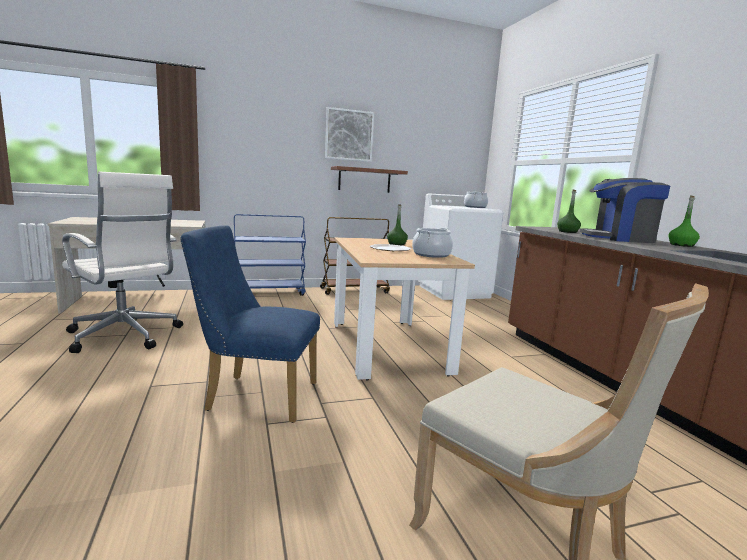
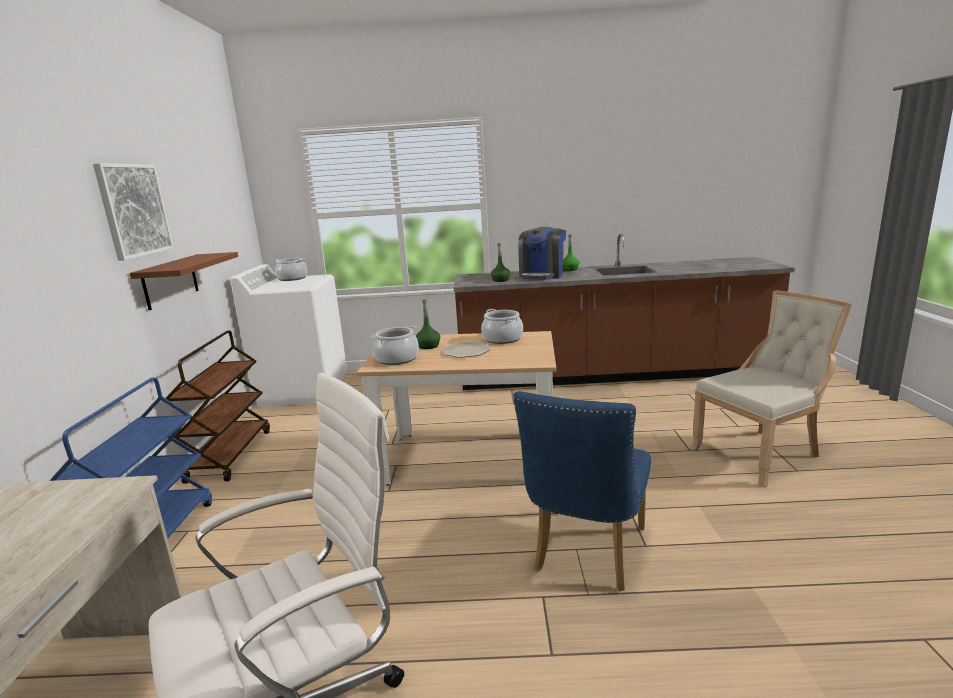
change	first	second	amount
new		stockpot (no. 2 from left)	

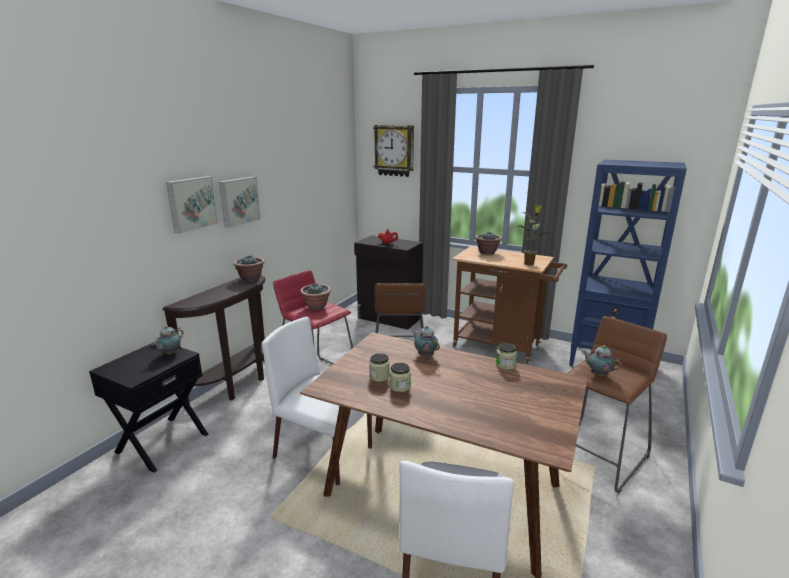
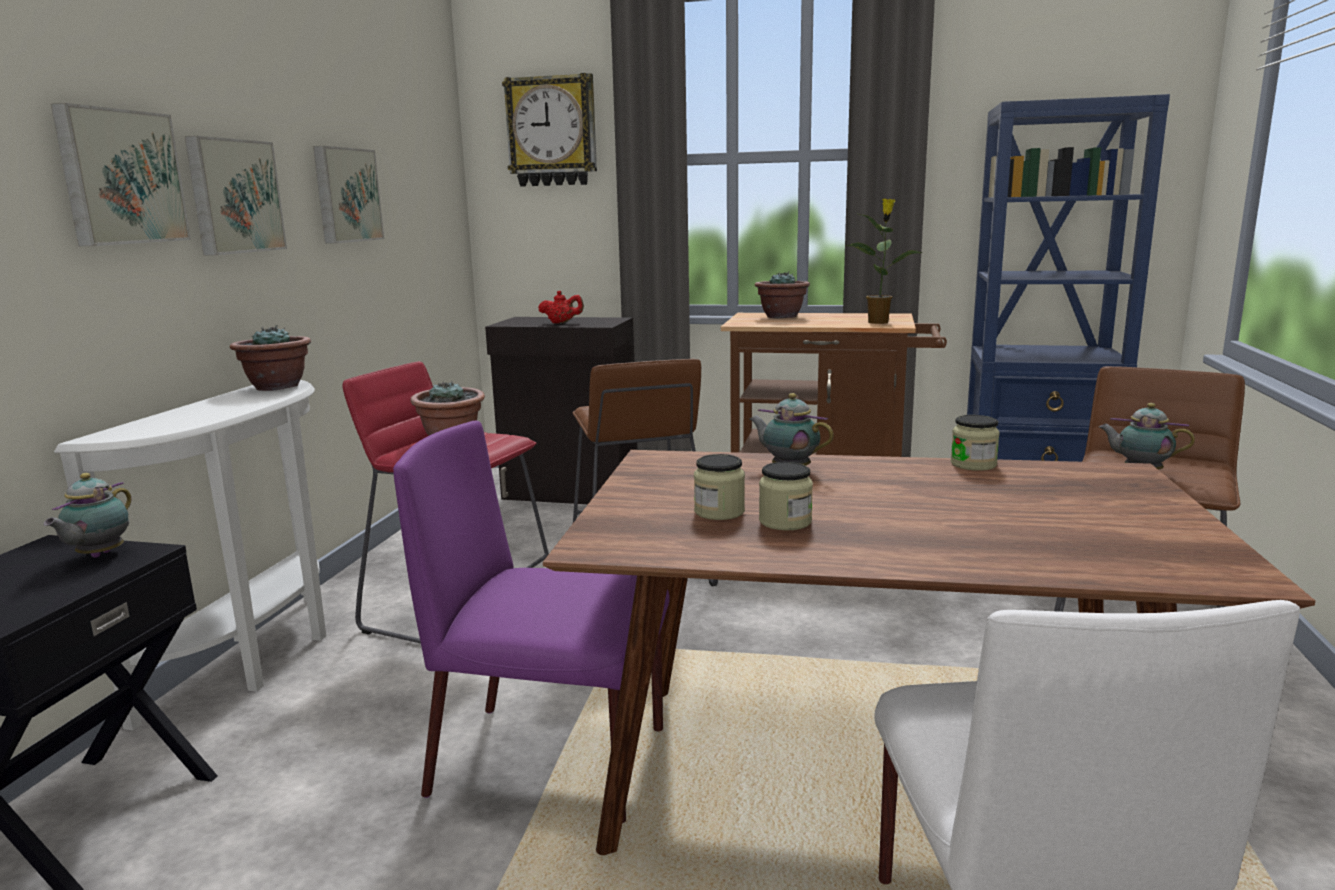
change	first	second	amount
repainted	brownish narrow table	white narrow table	
new		wall art (no. 3 from left)	
repainted	white chair (no. 1 from left)	purplish chair	

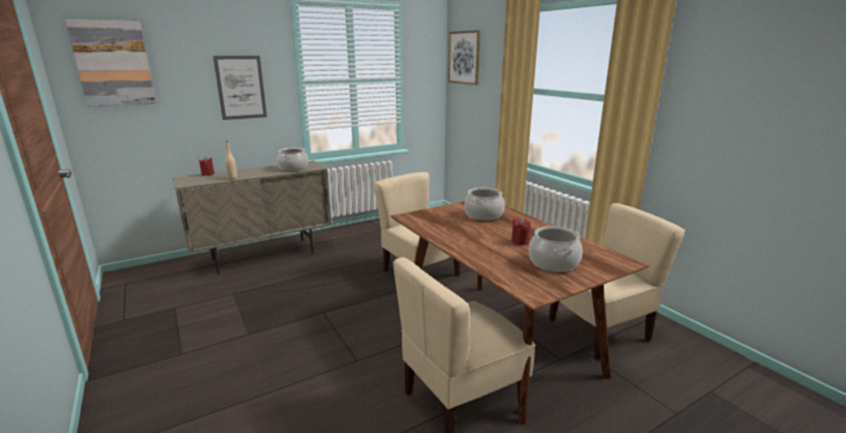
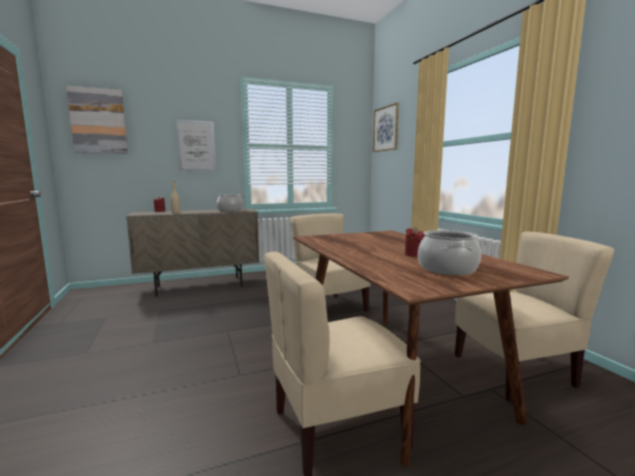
change	first	second	amount
gone	stockpot (no. 2 from left)		

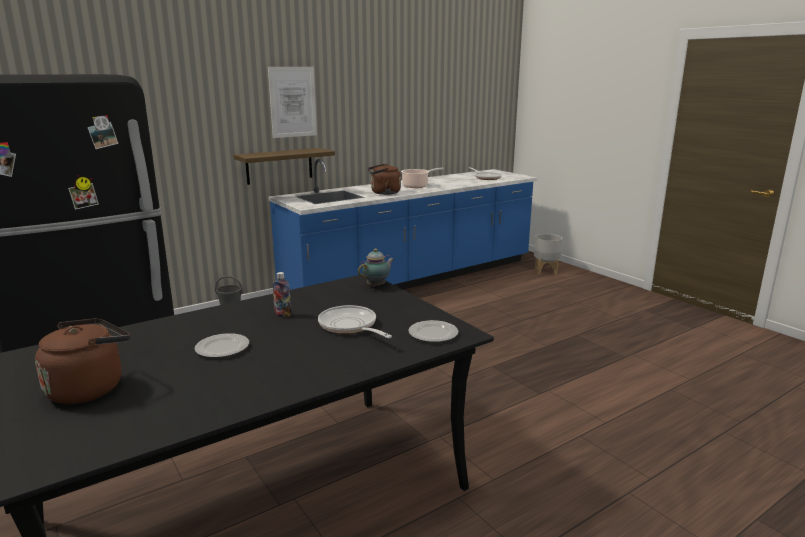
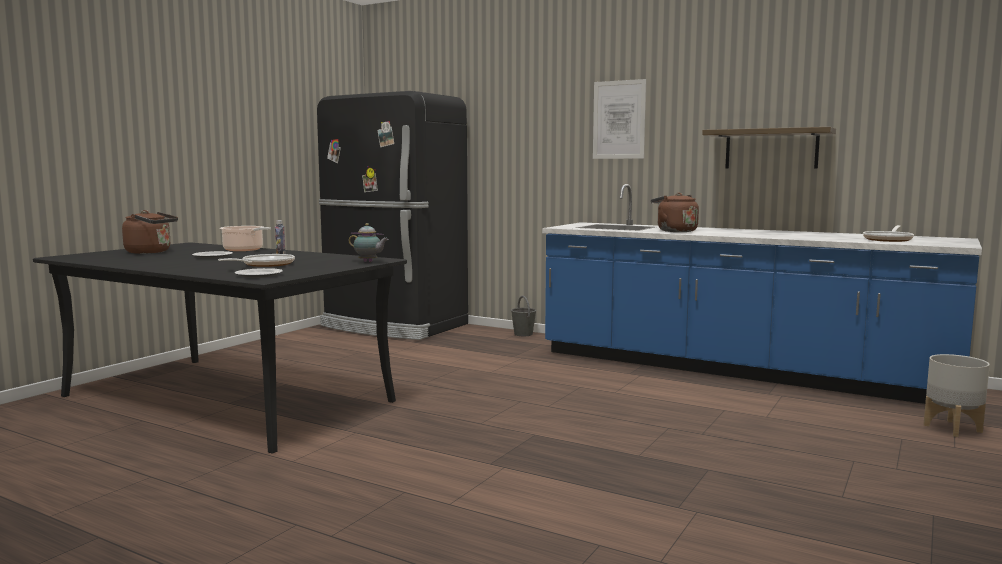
change	first	second	amount
shifted	stockpot		
shifted	bracket shelf		

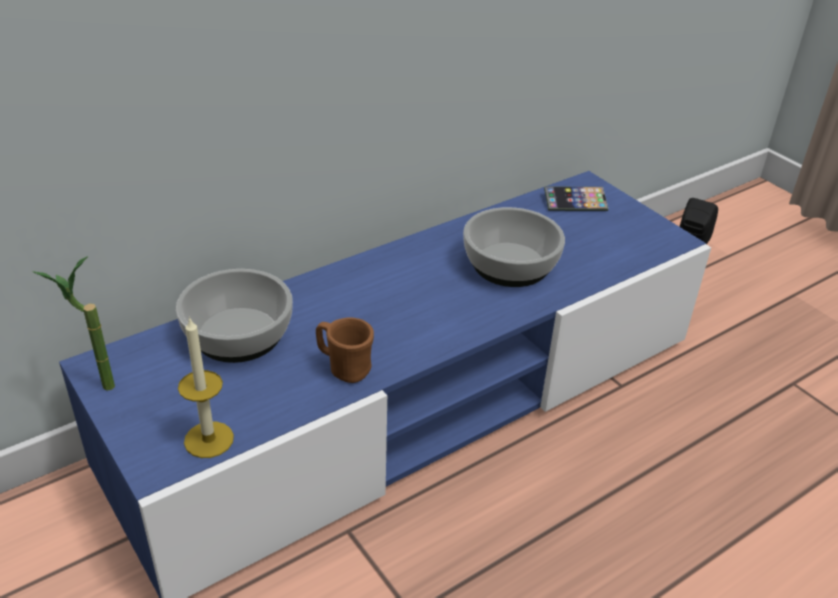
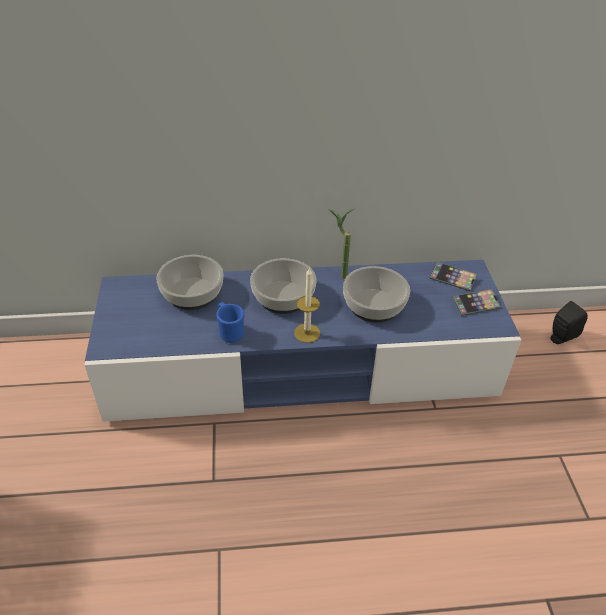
change	first	second	amount
repainted	brownish mug	blue-coloured mug	
new		bowl (no. 2 from left)	
shifted	candle		
shifted	potted plant		
new		handset (no. 2 from left)	

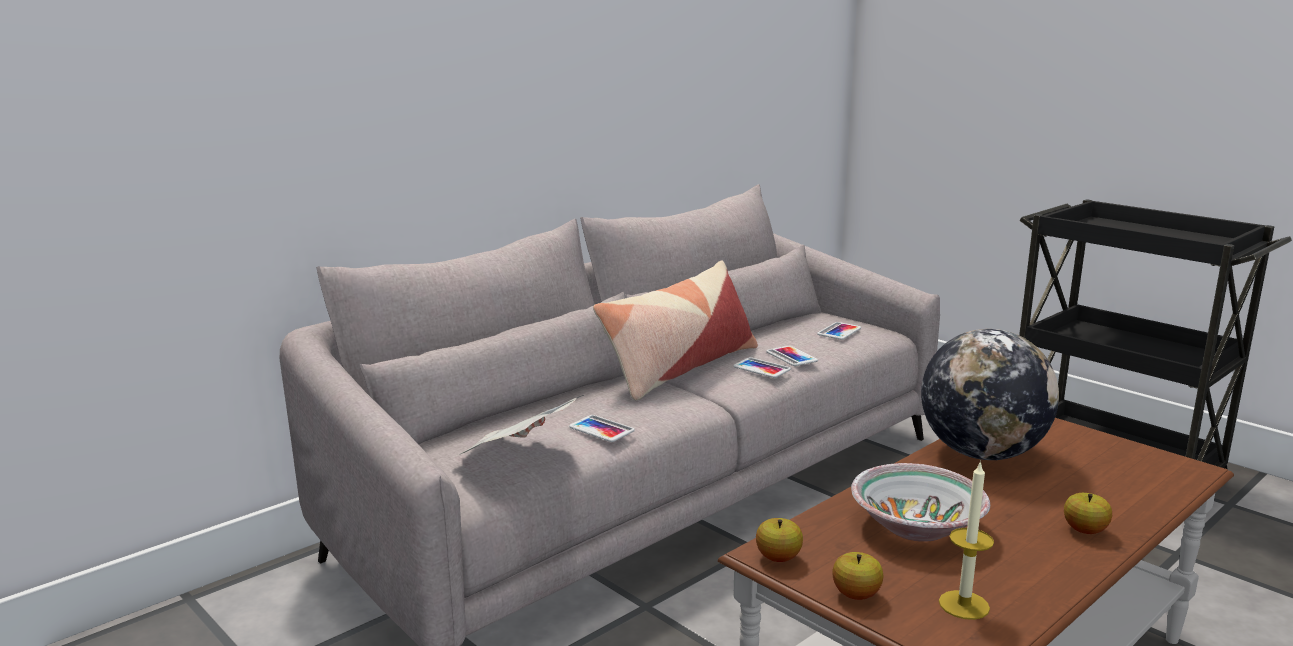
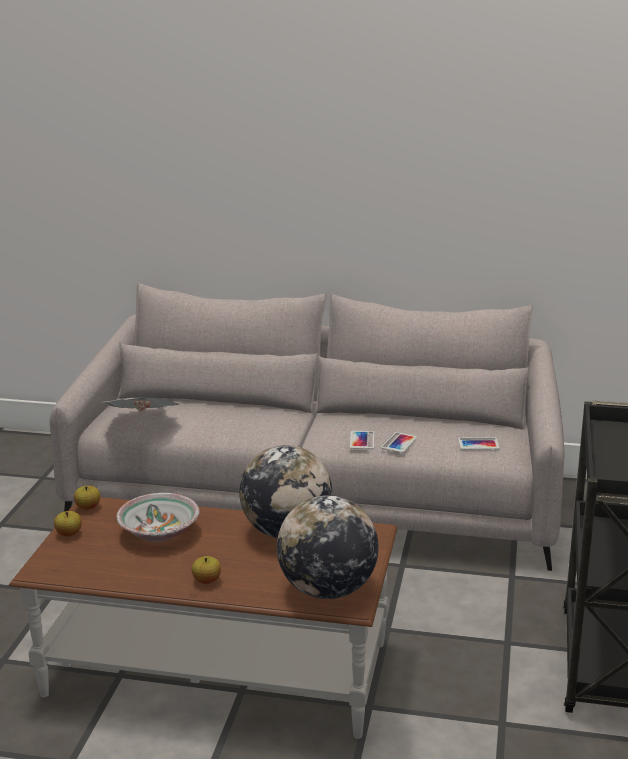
change	first	second	amount
new		desk globe (no. 2 from left)	
gone	handset (no. 1 from left)		
gone	throw pillow		
gone	candle		

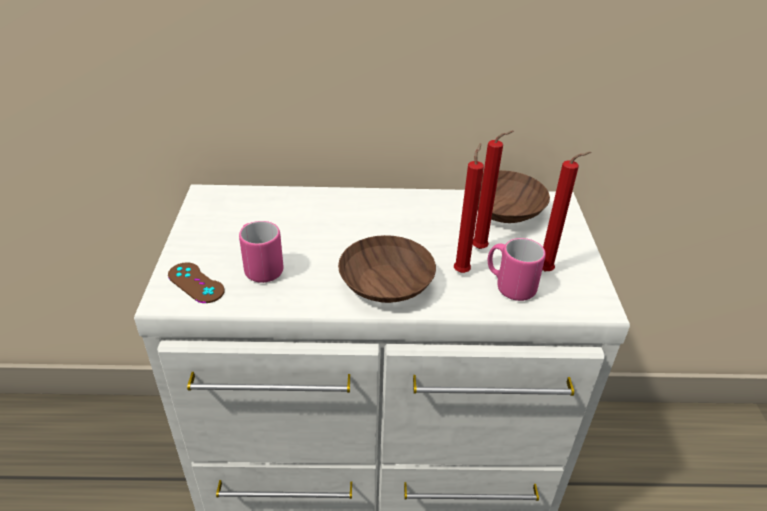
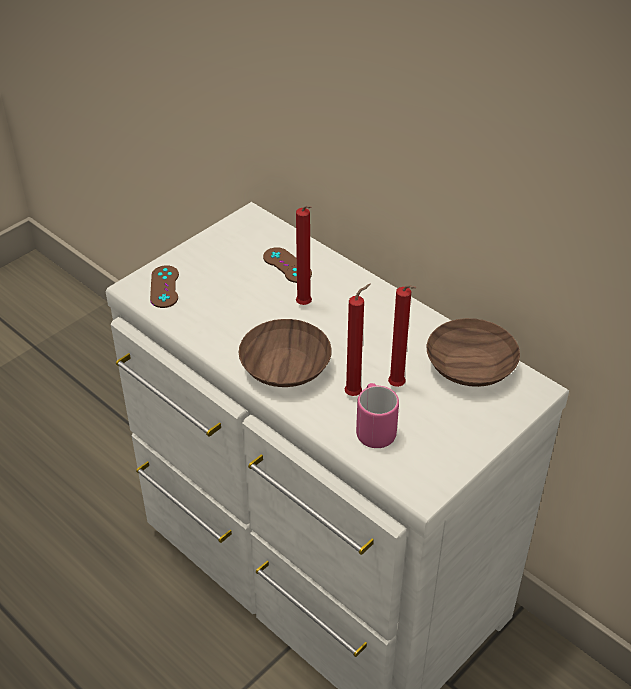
change	first	second	amount
new		brownish joypad (no. 2 from left)	
shifted	reddish candle (no. 3 from left in the first image)	reddish candle (no. 1 from left)	
gone	pink mug (no. 1 from left)		

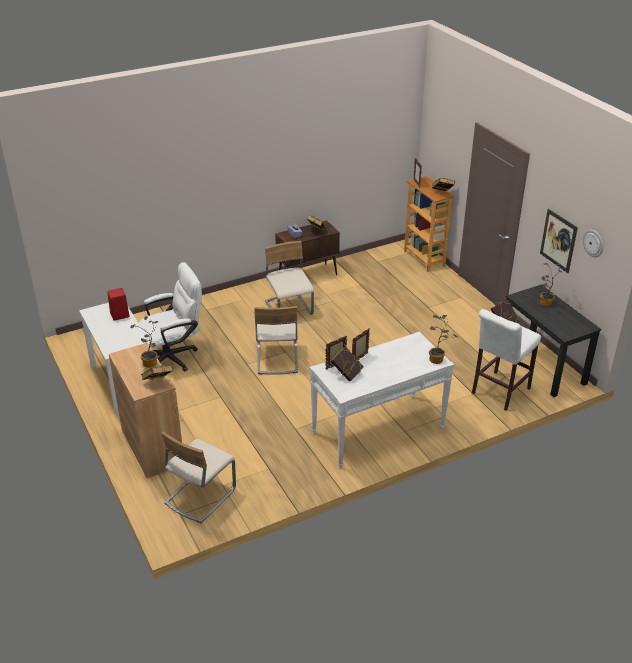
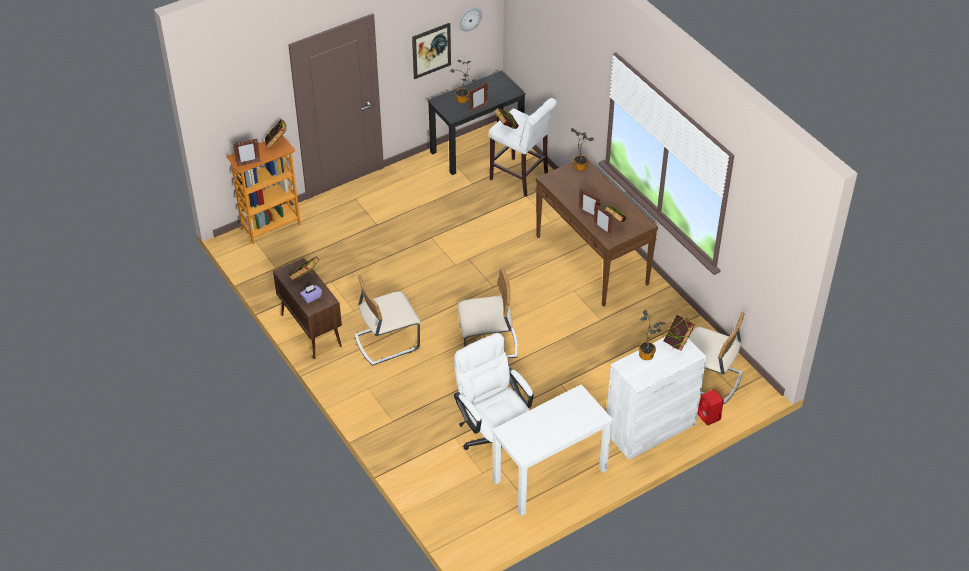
change	first	second	amount
new		picture frame (no. 2 from left)	
repainted	white narrow table	brownish narrow table	
repainted	brownish cupboard (no. 1 from left)	white cupboard	
shifted	reddish loudspeaker		

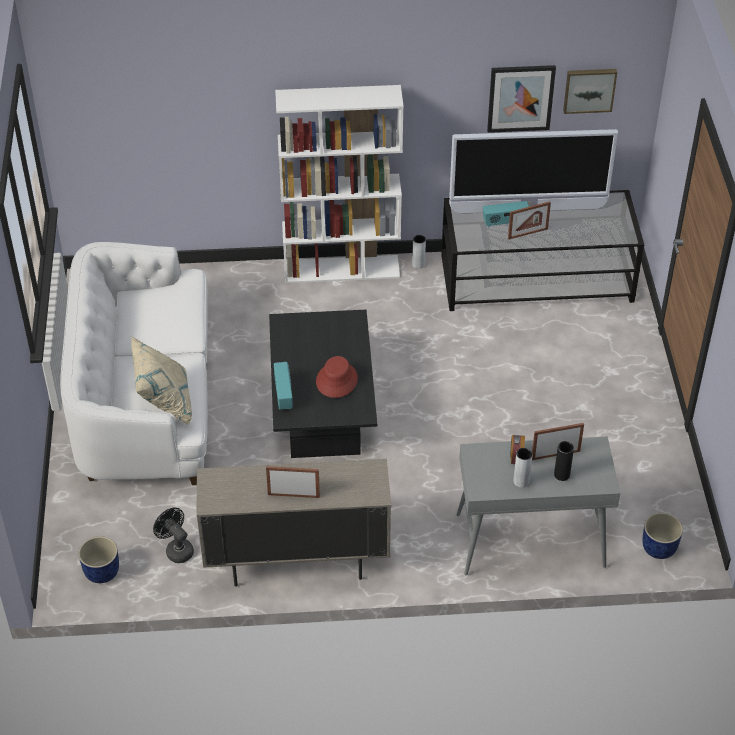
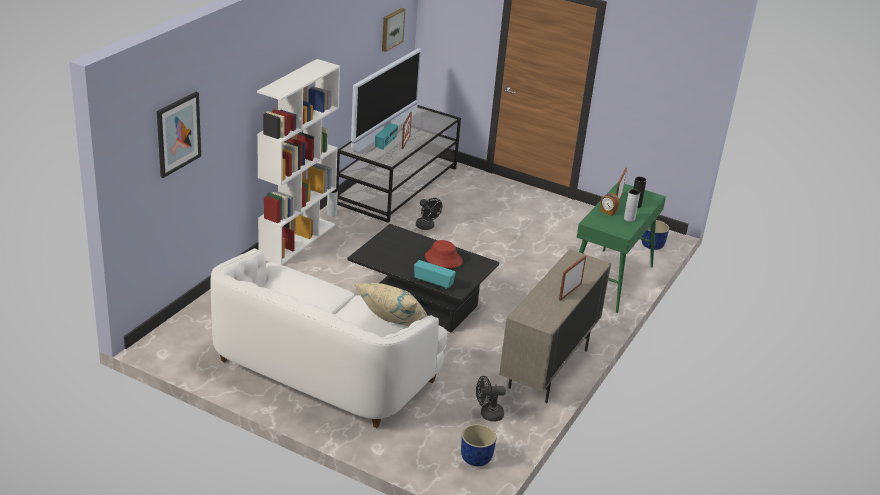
change	first	second	amount
shifted	wall art (no. 1 from left)		
new		black-coloured cooling fan (no. 1 from left)	
repainted	greyish narrow table	green-coloured narrow table	

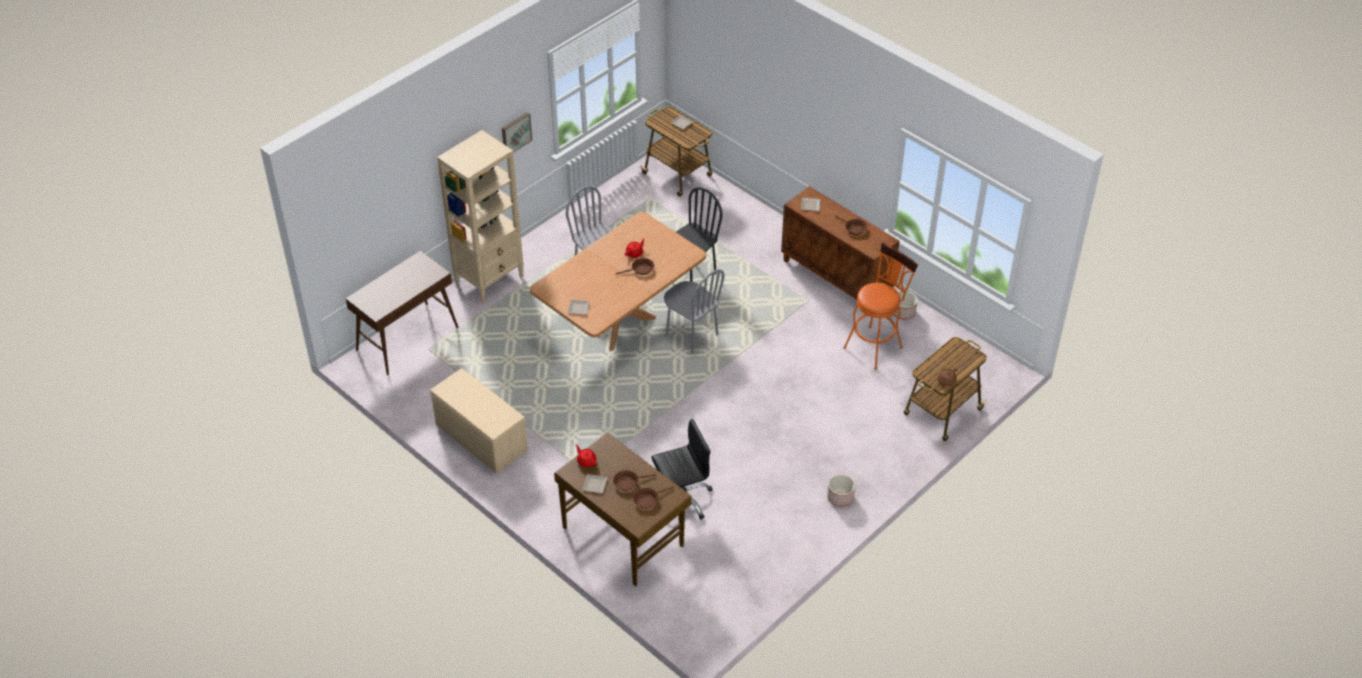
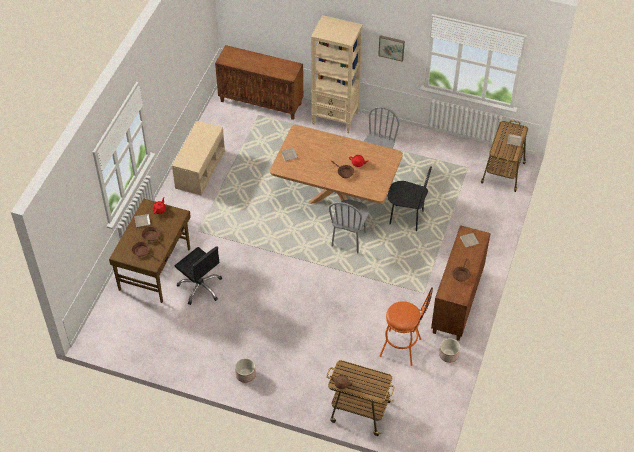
change	first	second	amount
swapped	brownish narrow table	brownish cupboard (no. 1 from left)	

